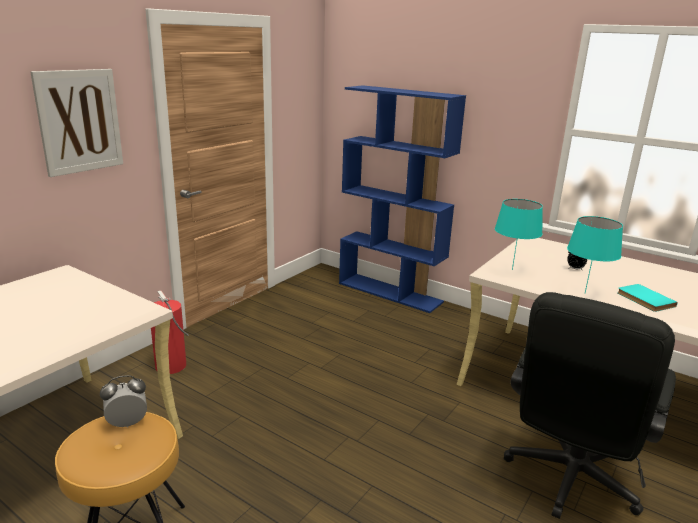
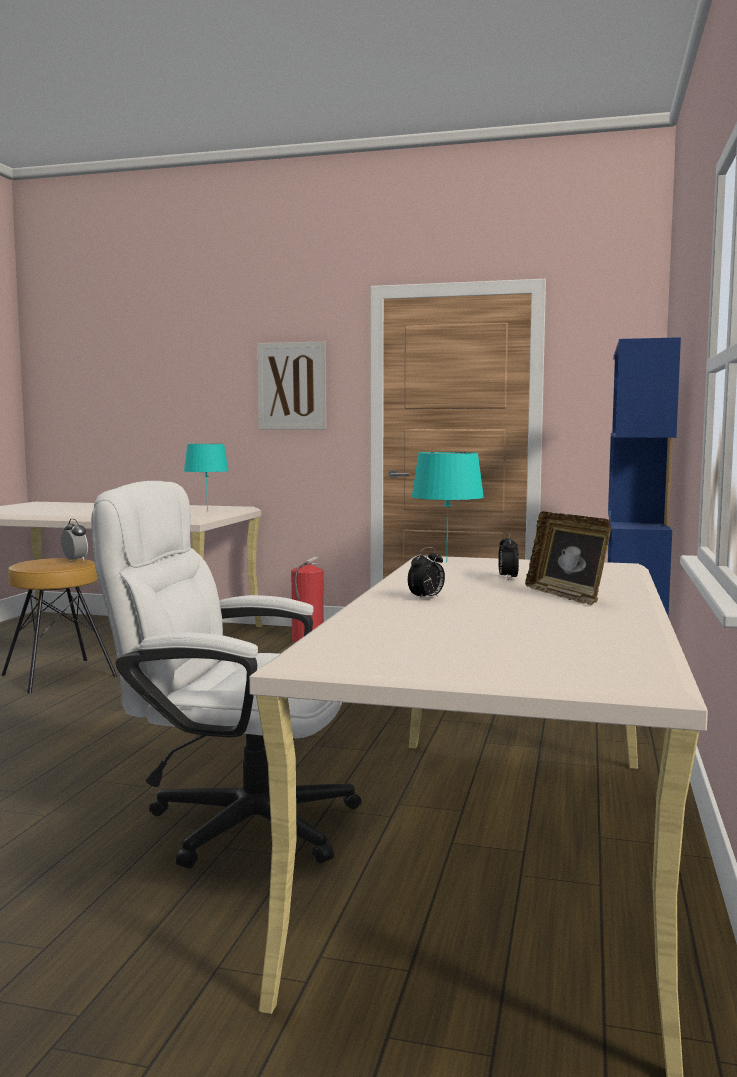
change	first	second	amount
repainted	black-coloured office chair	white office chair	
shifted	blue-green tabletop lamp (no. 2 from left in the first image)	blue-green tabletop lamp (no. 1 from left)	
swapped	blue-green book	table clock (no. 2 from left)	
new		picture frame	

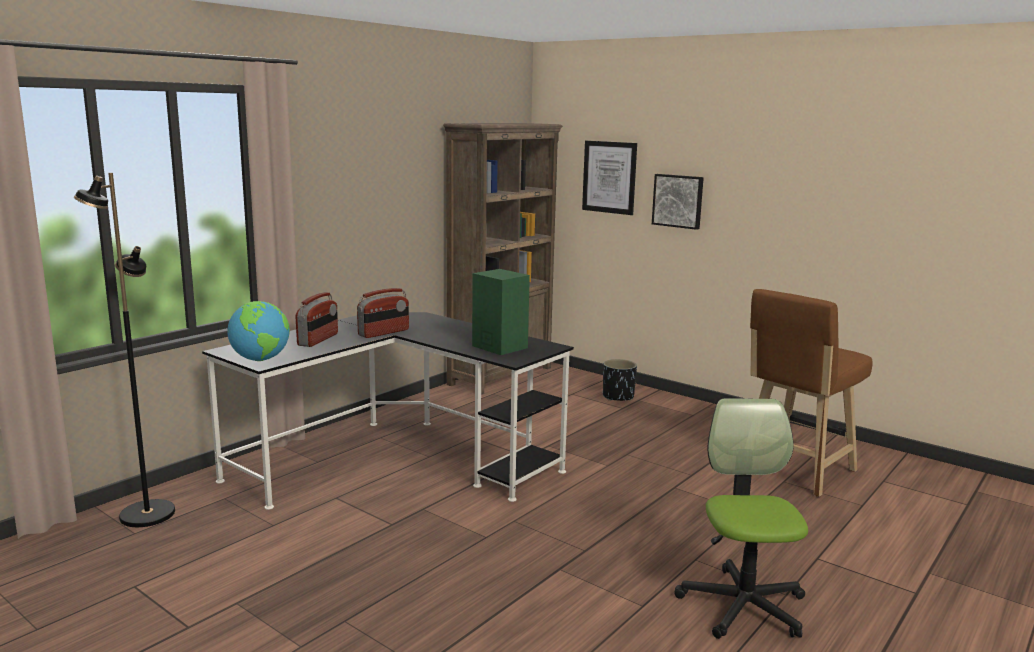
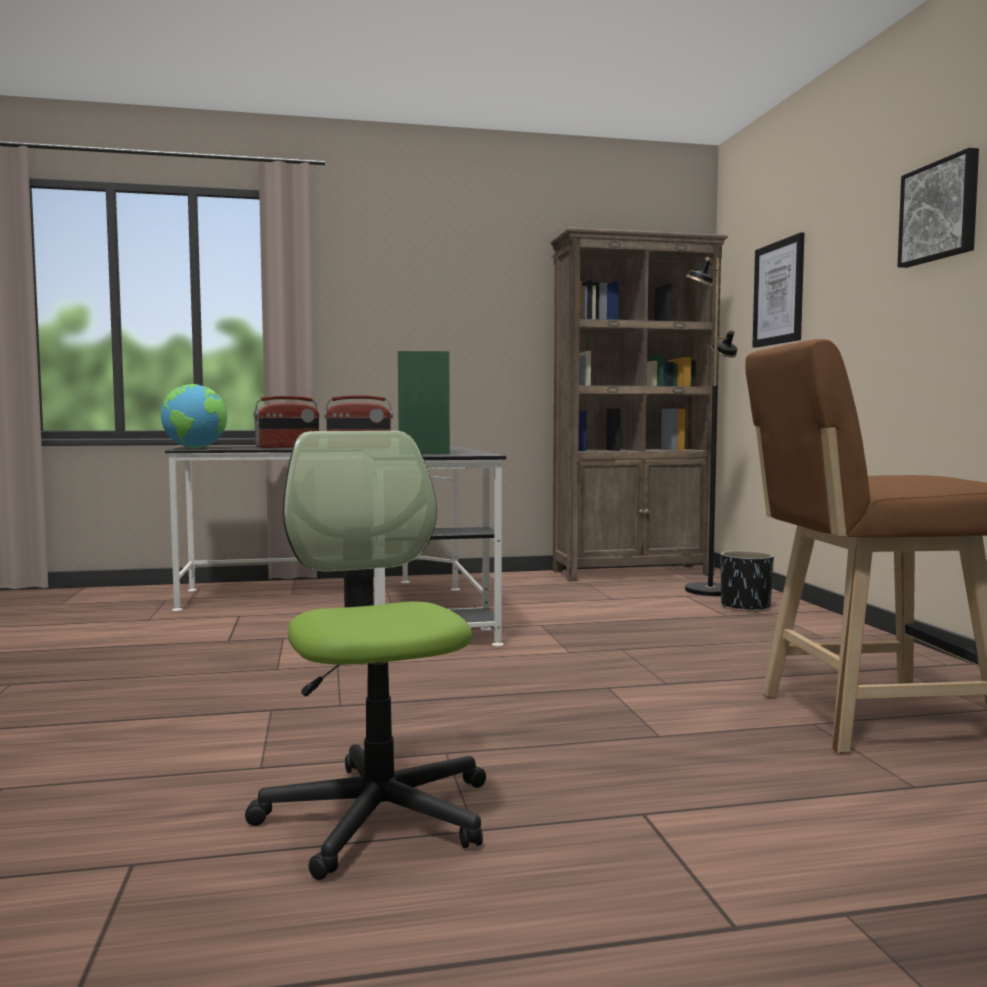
change	first	second	amount
rotated	office chair		60 degrees counterclockwise
shifted	black-coloured floor lamp		
shifted	wall art (no. 2 from left)		

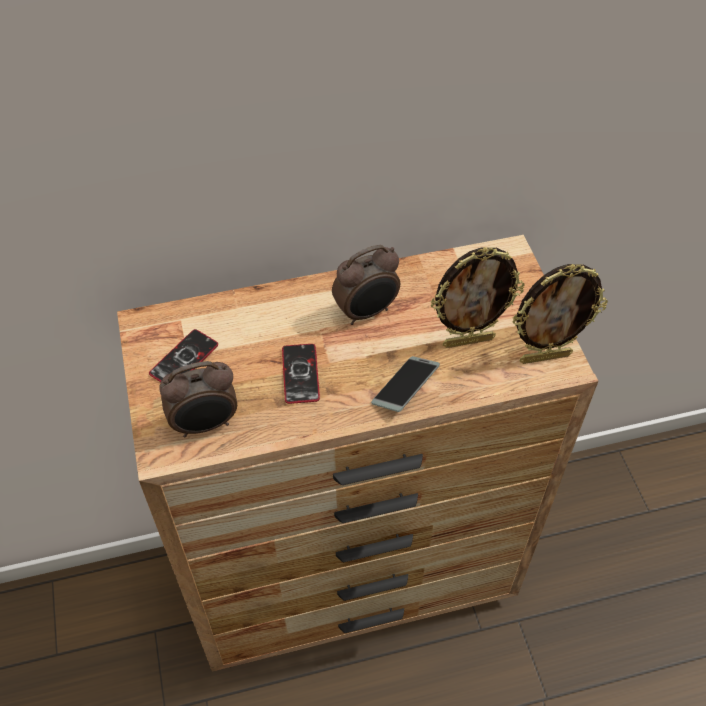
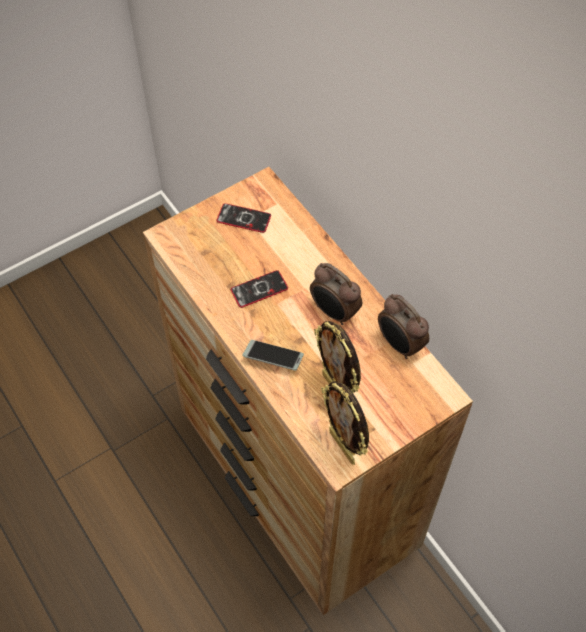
change	first	second	amount
shifted	table clock (no. 1 from left in the first image)	table clock (no. 2 from left)	

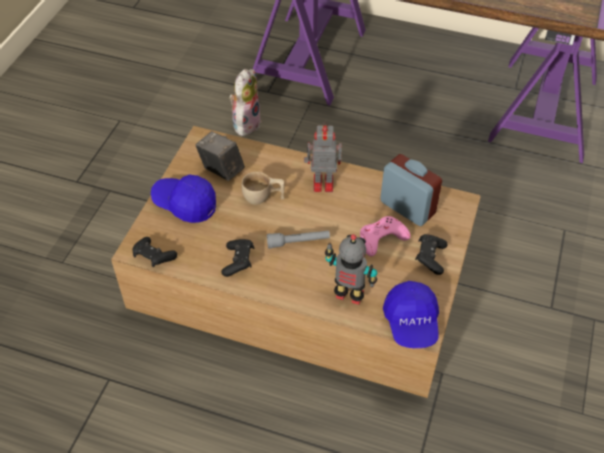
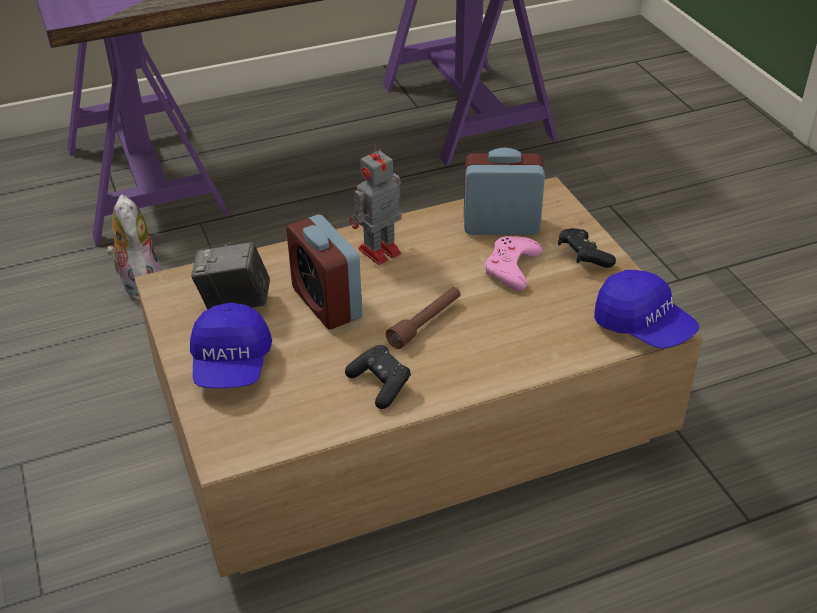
change	first	second	amount
rotated	blue-coloured baseball cap (no. 1 from left)		75 degrees counterclockwise
swapped	sand-coloured cup	table clock (no. 1 from left)	
repainted	greyish flashlight	brownish flashlight	
gone	black-coloured joypad (no. 1 from left)		
gone	toy robot (no. 2 from left)		

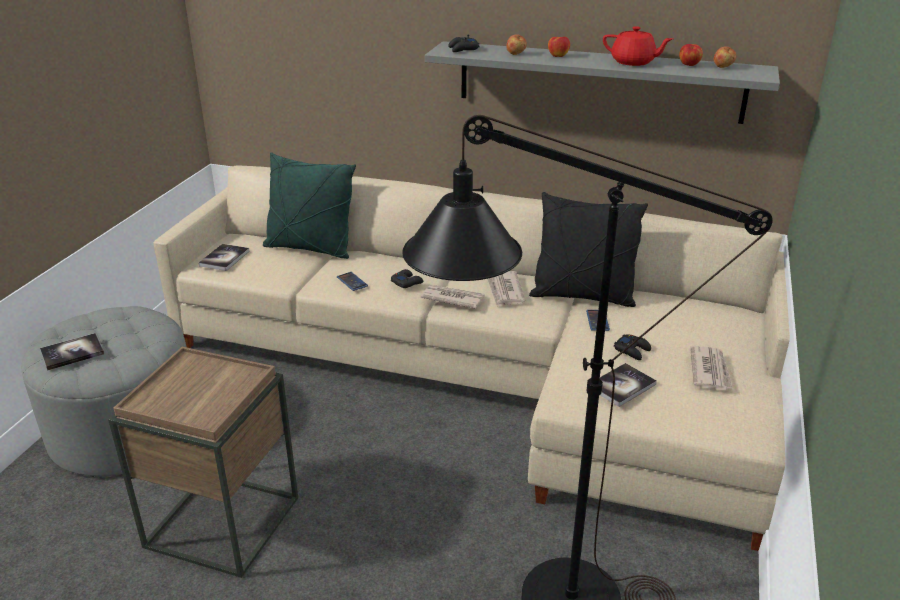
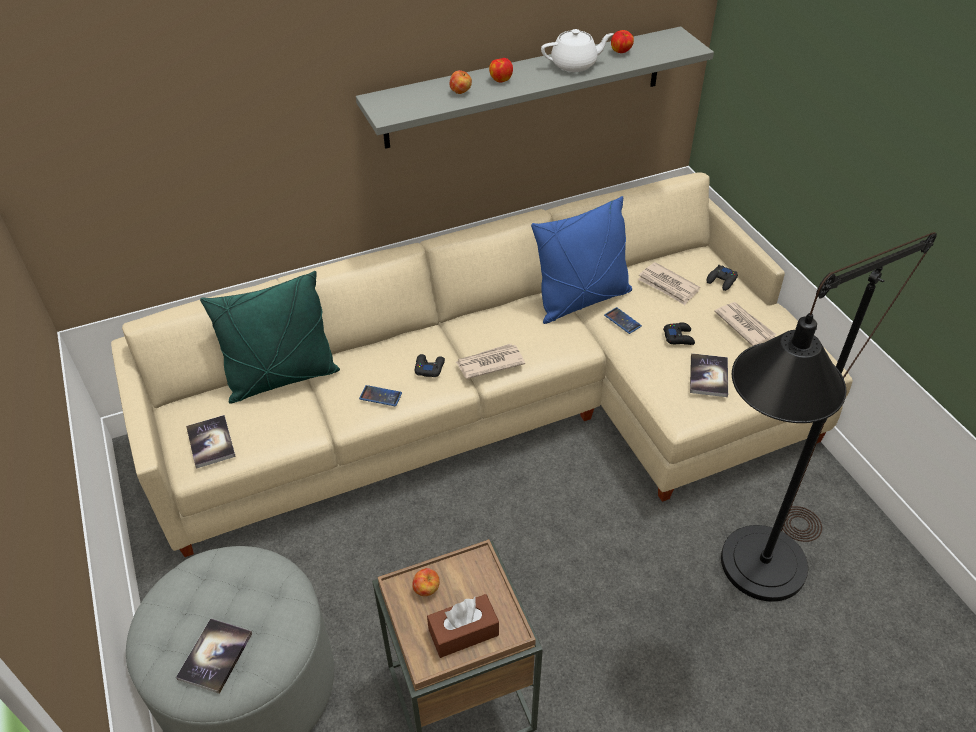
change	first	second	amount
shifted	apple (no. 4 from left in the first image)	apple (no. 1 from left)	
new		brownish box of tissues	
repainted	black-coloured throw pillow	blue-coloured throw pillow	
repainted	reddish tea pot	white tea pot	
shifted	newspaper (no. 2 from left)		
shifted	black-coloured joypad (no. 2 from left in the first image)	black-coloured joypad (no. 3 from left)	

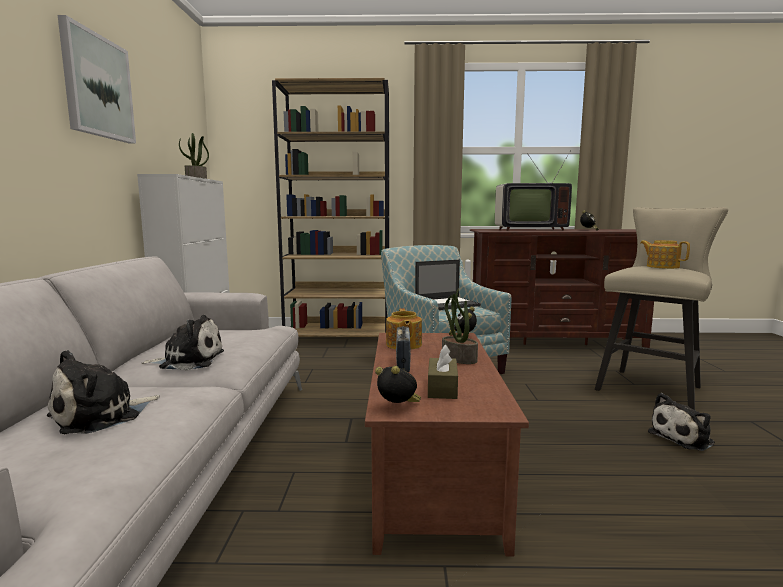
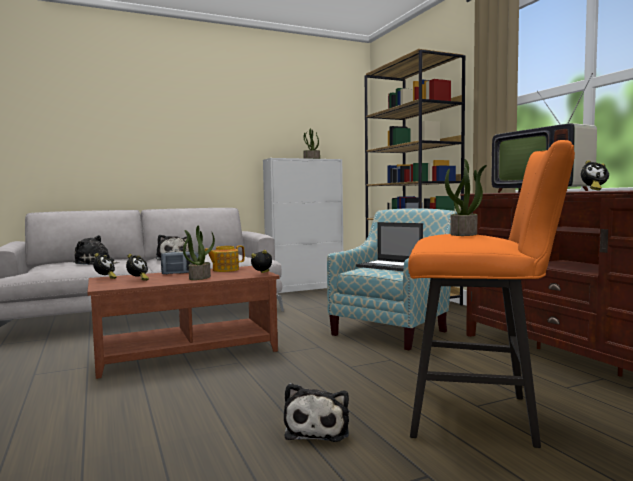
change	first	second	amount
swapped	brownish box of tissues	table clock (no. 2 from left)	
rotated	soft toy (no. 3 from left)		120 degrees counterclockwise
repainted	sand-coloured stool	orange stool	
swapped	tea pot (no. 2 from left)	potted plant (no. 3 from left)	
gone	wall art		

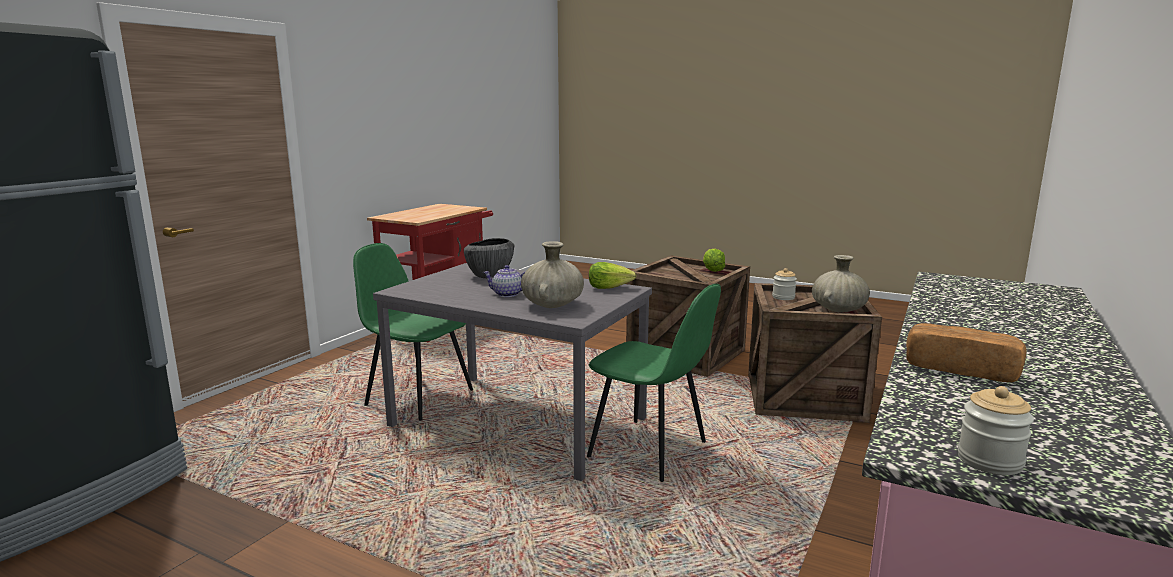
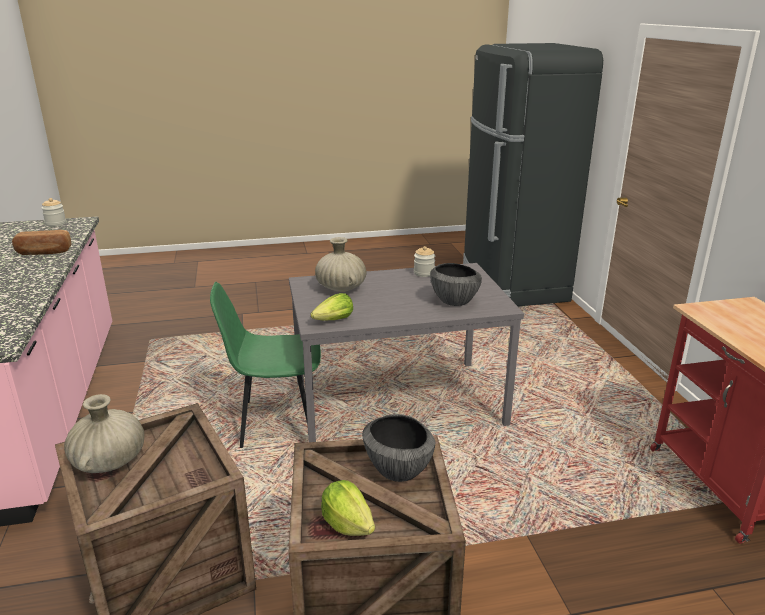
change	first	second	amount
new		bowl (no. 1 from left)	
shifted	jar (no. 1 from left in the first image)	jar (no. 2 from left)	
gone	green-coloured chair (no. 1 from left)		
gone	tea pot		

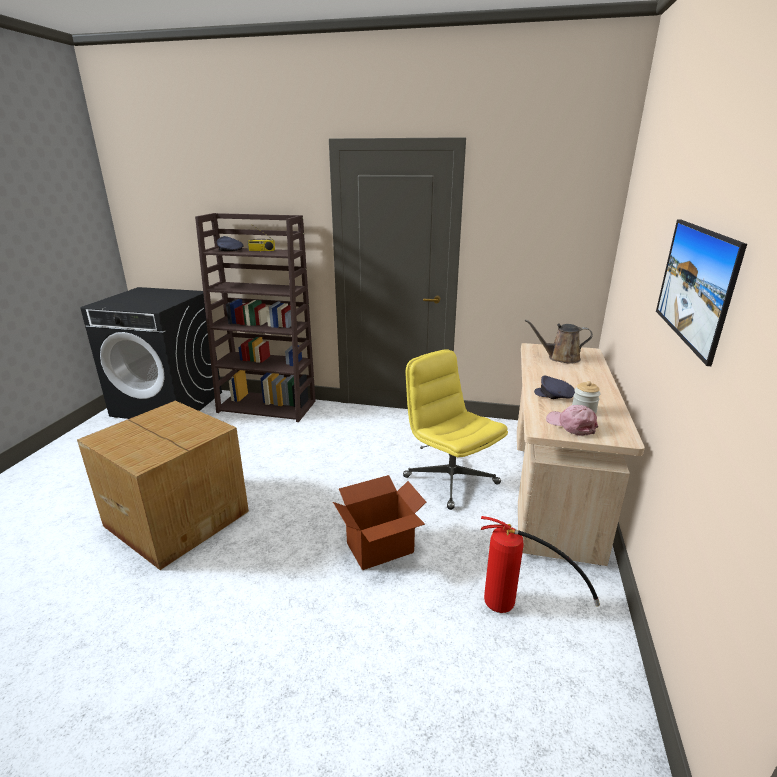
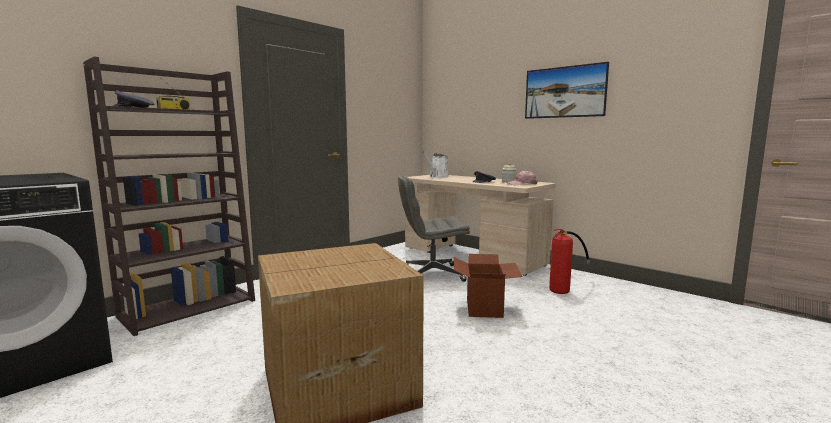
change	first	second	amount
repainted	yellowish office chair	greyish office chair	
repainted	brownish watering can	white watering can	

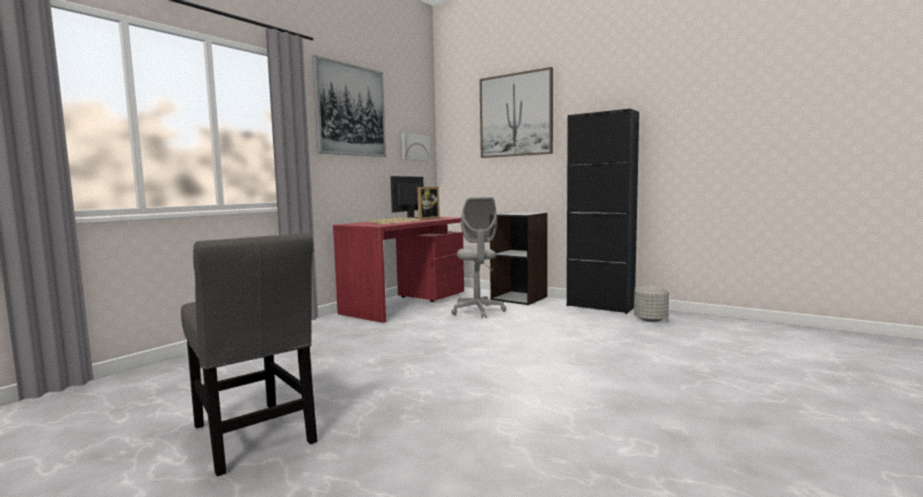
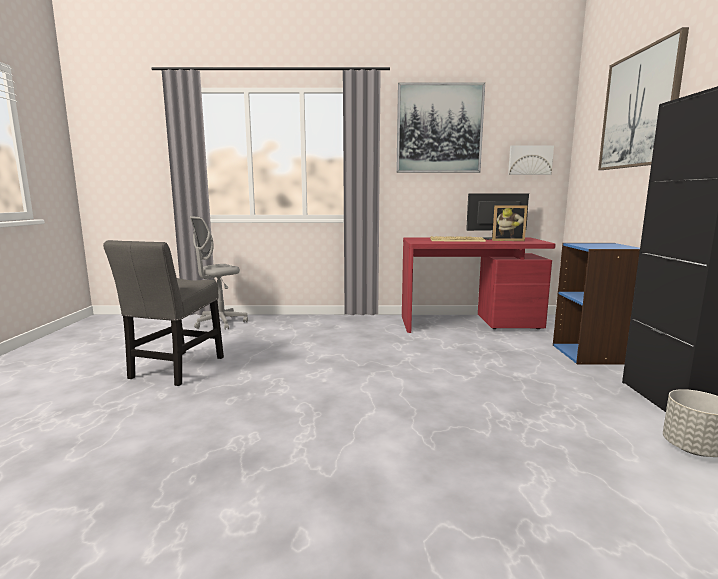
change	first	second	amount
shifted	greyish office chair		
repainted	black-coloured shelving unit	blue-coloured shelving unit	

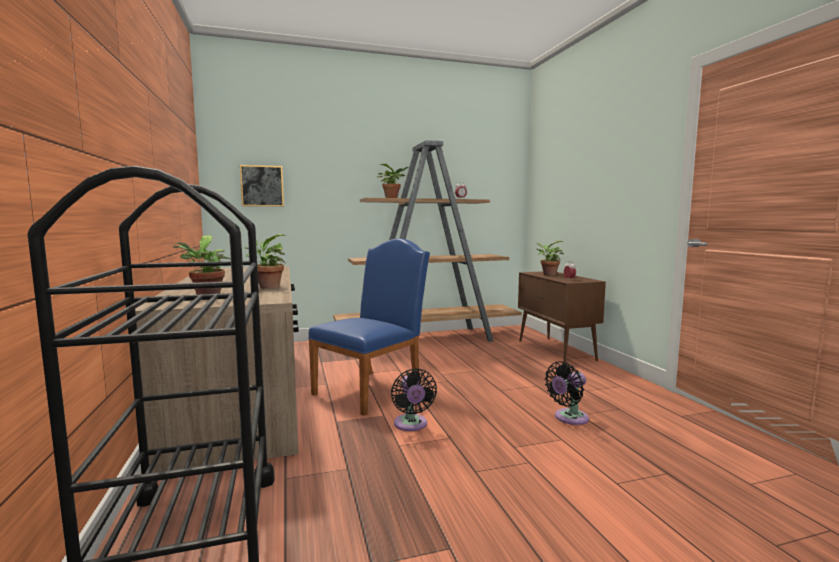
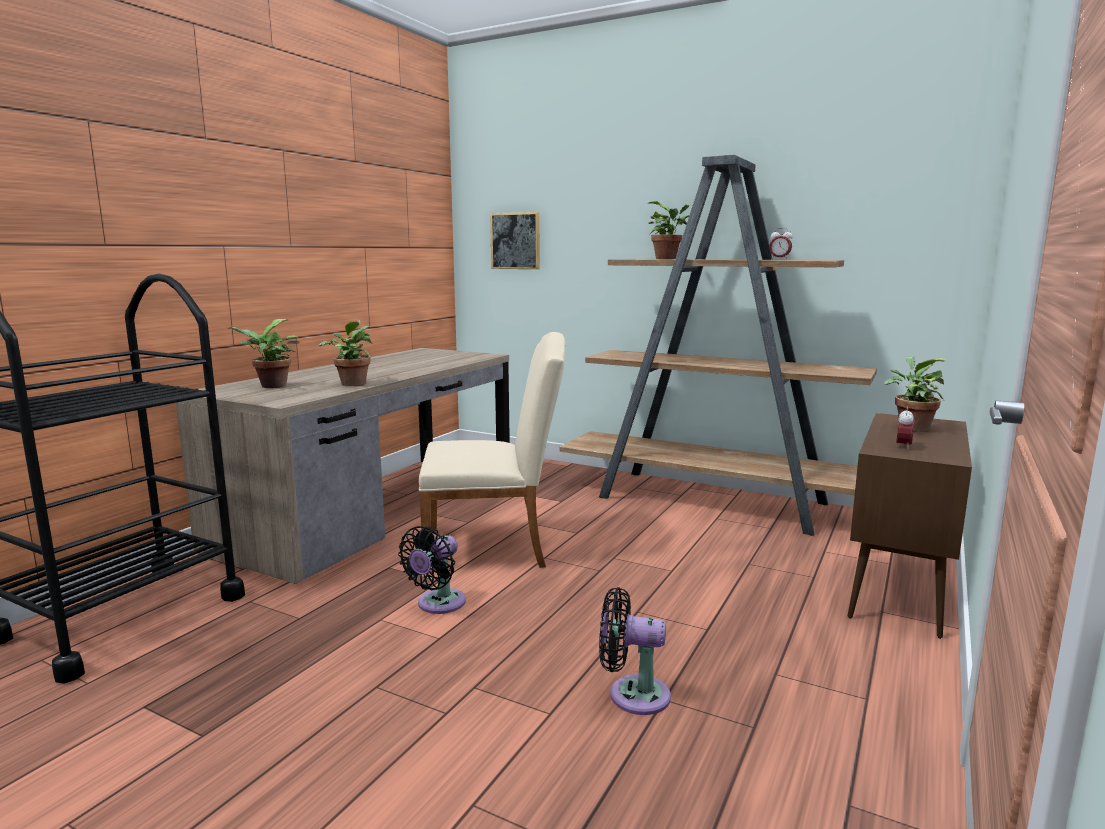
change	first	second	amount
repainted	blue-coloured chair	sand-coloured chair	

